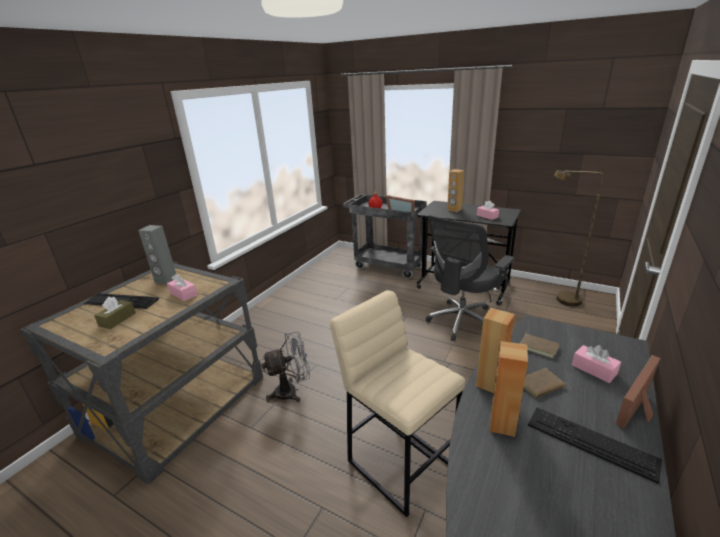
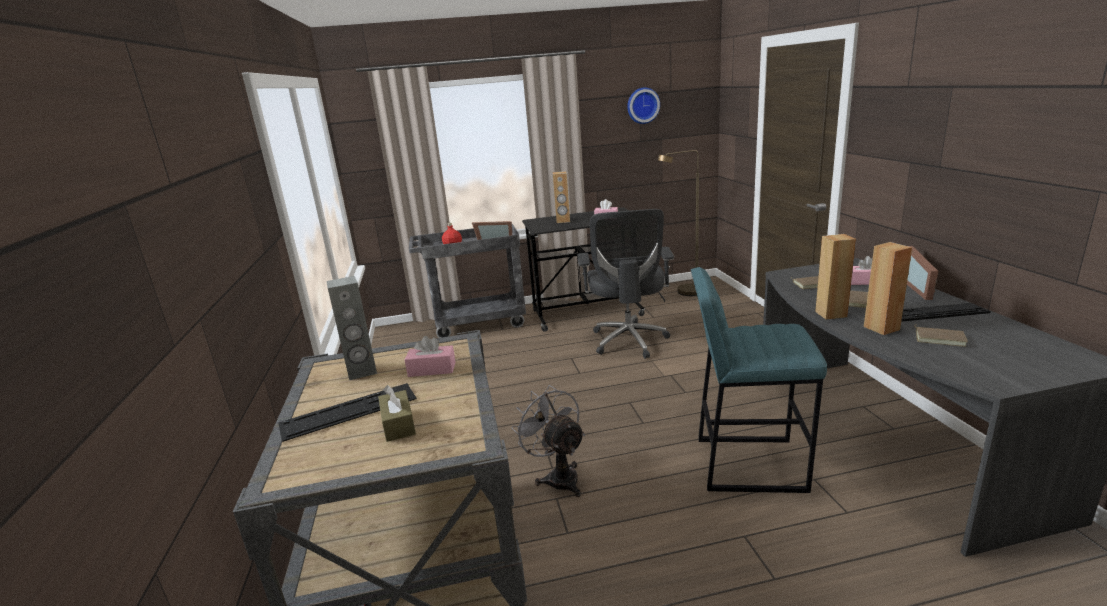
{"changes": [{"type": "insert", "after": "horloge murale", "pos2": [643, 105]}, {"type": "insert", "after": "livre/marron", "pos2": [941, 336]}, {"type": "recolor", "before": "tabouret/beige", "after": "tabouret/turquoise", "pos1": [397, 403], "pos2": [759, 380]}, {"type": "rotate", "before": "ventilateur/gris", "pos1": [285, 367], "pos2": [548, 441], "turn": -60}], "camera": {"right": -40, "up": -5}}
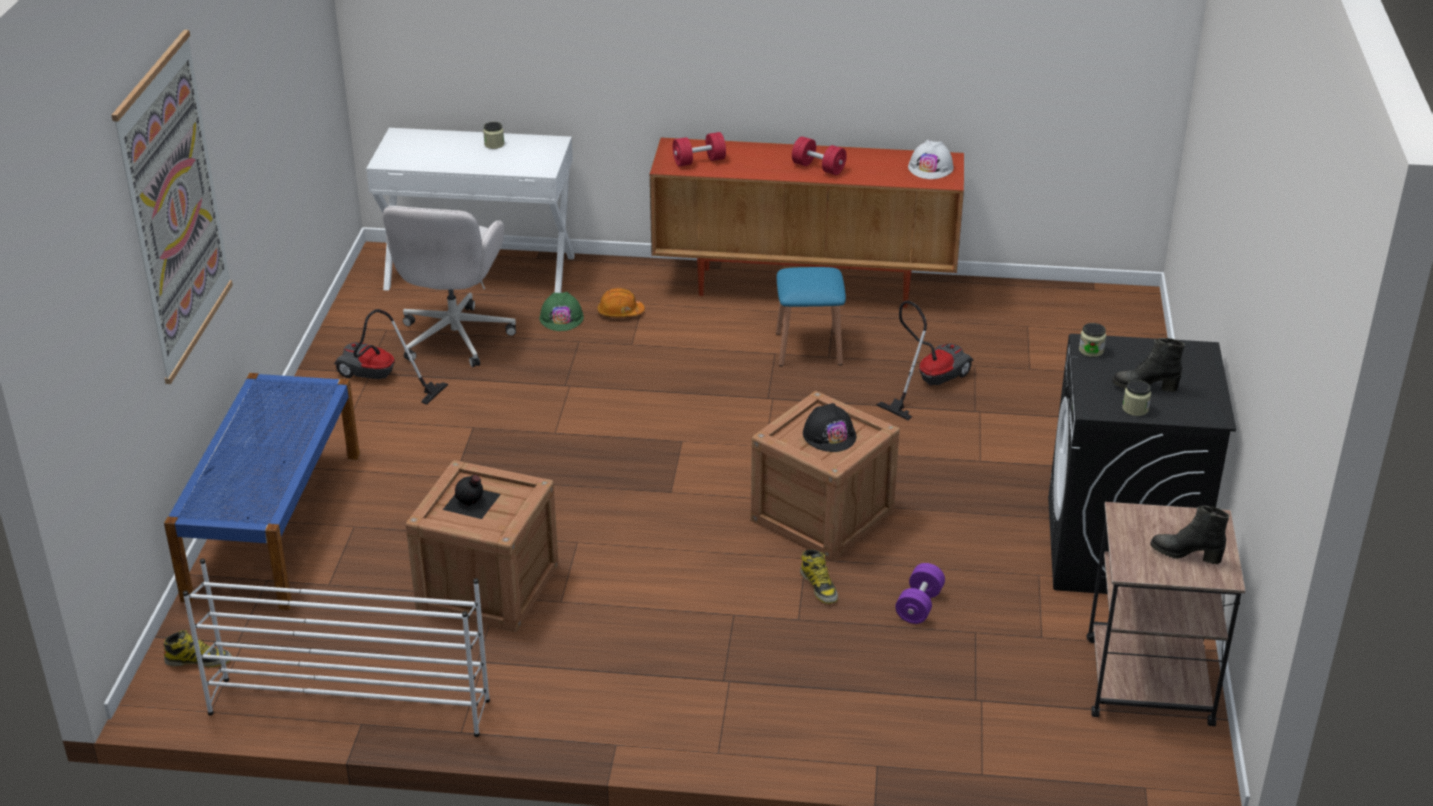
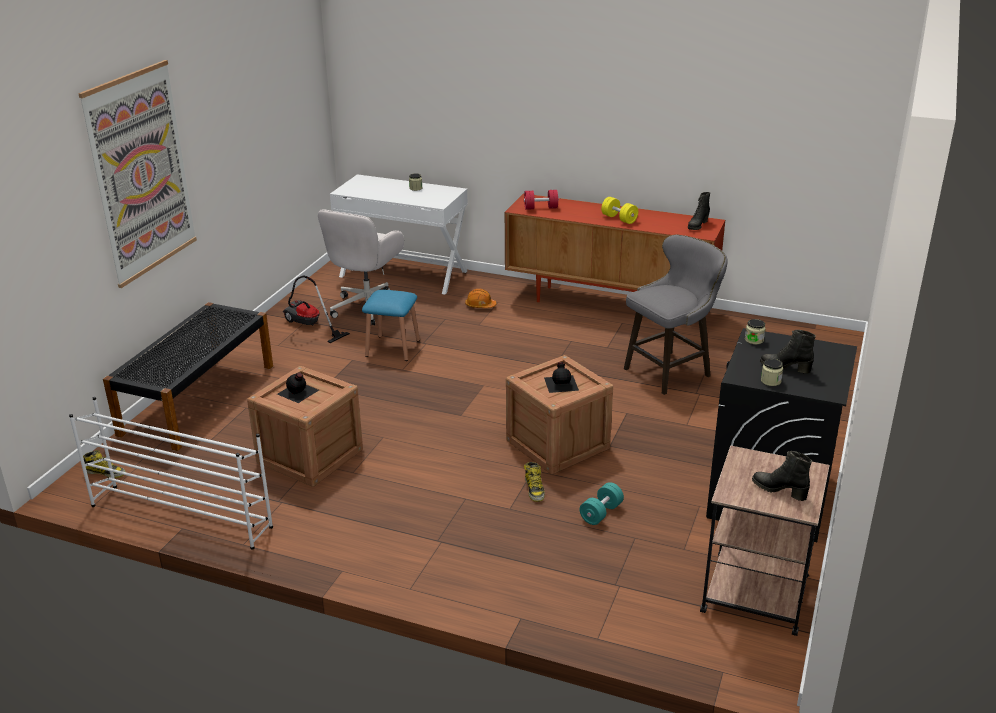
{"changes": [{"type": "delete", "before": "casque de chantier/vert", "pos1": [561, 311]}, {"type": "move", "before": "tabouret/bleu", "pos1": [811, 316], "pos2": [391, 325]}, {"type": "replace", "before": "casque de chantier/noir", "after": "bouteille/noir", "pos1": [829, 427], "pos2": [561, 377]}, {"type": "replace", "before": "aspirateur", "after": "tabouret/gris", "pos1": [924, 360], "pos2": [675, 314]}, {"type": "replace", "before": "casque de chantier/blanc", "after": "botte/noir", "pos1": [931, 159], "pos2": [699, 211]}, {"type": "recolor", "before": "banc/bleu", "after": "banc/noir", "pos1": [262, 491], "pos2": [188, 376]}, {"type": "recolor", "before": "haltère/rouge", "after": "haltère/jaune", "pos1": [819, 156], "pos2": [619, 210]}, {"type": "recolor", "before": "haltère/violet", "after": "haltère/turquoise", "pos1": [920, 593], "pos2": [602, 503]}], "camera": {"right": 15, "up": -5}}
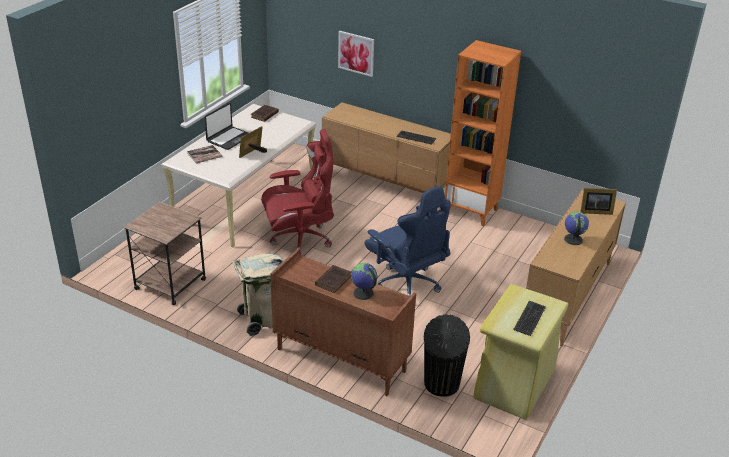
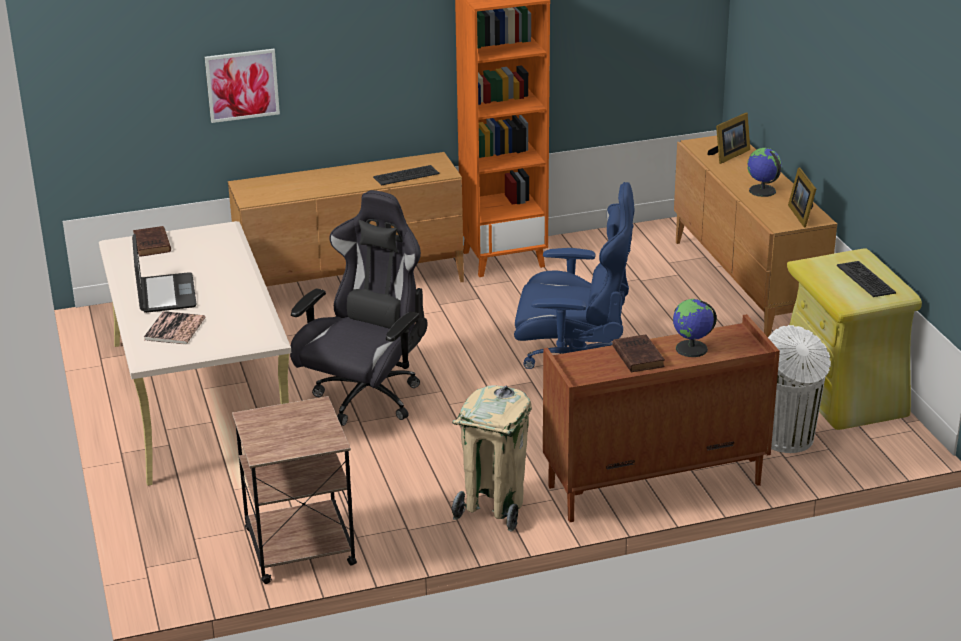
{"changes": [{"type": "move", "before": "cadre photo", "pos1": [253, 142], "pos2": [802, 197]}, {"type": "recolor", "before": "chaise de bureau/rouge", "after": "chaise de bureau/noir", "pos1": [297, 192], "pos2": [358, 308]}, {"type": "recolor", "before": "poubelle/noir", "after": "poubelle/blanc", "pos1": [447, 355], "pos2": [799, 389]}], "camera": {"right": -45, "up": -5}}
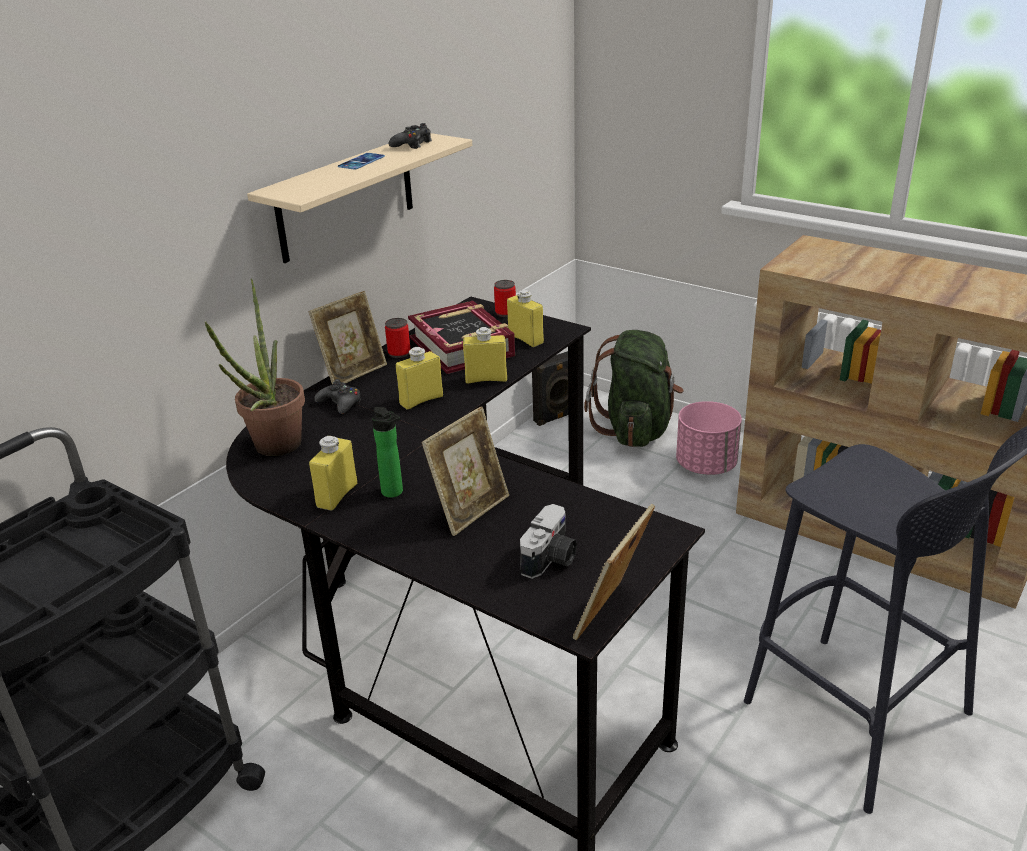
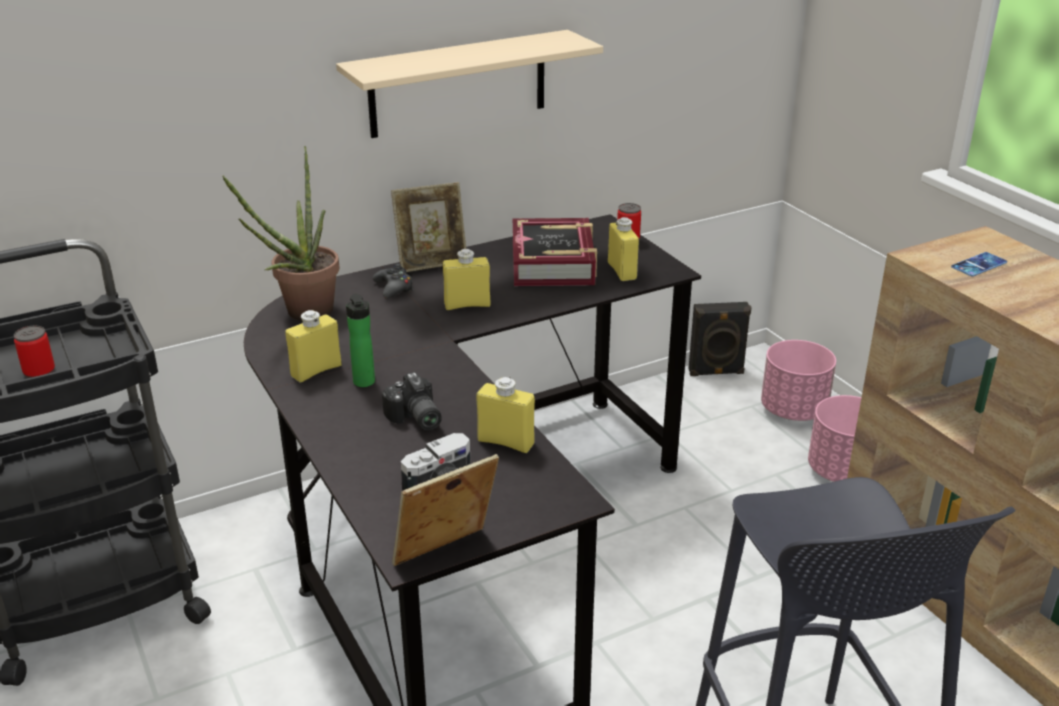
{"changes": [{"type": "delete", "before": "manette/noir", "pos1": [410, 136]}, {"type": "move", "before": "téléphone", "pos1": [361, 161], "pos2": [979, 264]}, {"type": "move", "before": "boîte métallique", "pos1": [397, 338], "pos2": [34, 352]}, {"type": "move", "before": "bouteille/jaune", "pos1": [485, 355], "pos2": [505, 415]}, {"type": "replace", "before": "cadre photo", "after": "appareil photo", "pos1": [465, 471], "pos2": [412, 401]}, {"type": "replace", "before": "sac à dos/vert", "after": "cache-pot/rose", "pos1": [634, 388], "pos2": [798, 380]}], "camera": {"right": 25, "up": 0}}
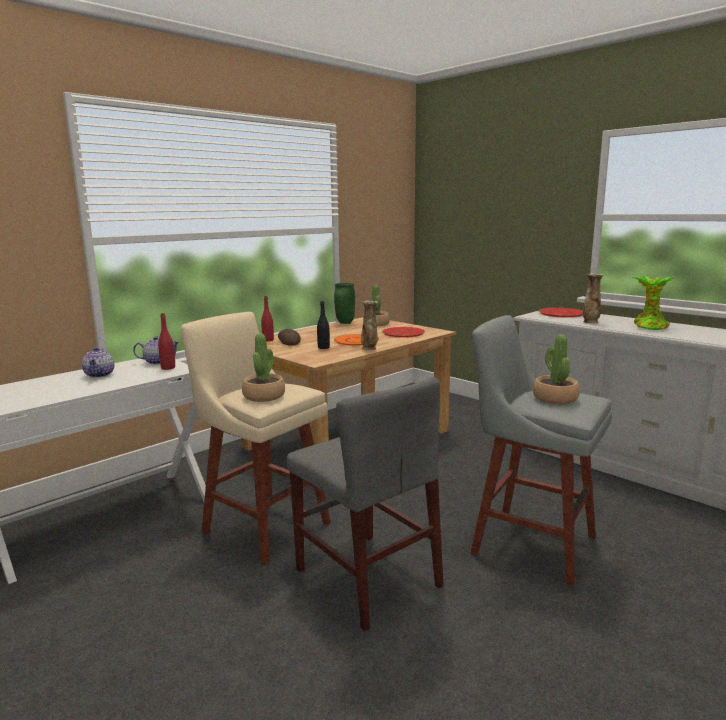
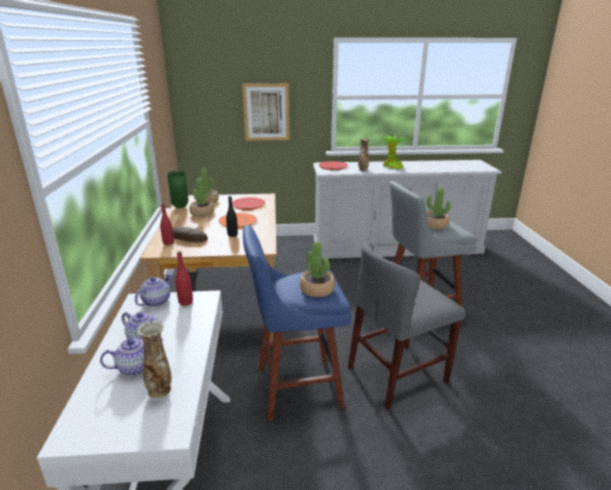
{"changes": [{"type": "insert", "after": "théière", "pos2": [131, 357]}, {"type": "insert", "after": "plante en pot", "pos2": [202, 197]}, {"type": "insert", "after": "tableau", "pos2": [265, 112]}, {"type": "move", "before": "vase", "pos1": [369, 325], "pos2": [154, 359]}, {"type": "recolor", "before": "tabouret/beige", "after": "tabouret/bleu", "pos1": [255, 439], "pos2": [297, 322]}, {"type": "rotate", "before": "chaise/gris", "pos1": [365, 504], "pos2": [406, 326], "turn": 150}], "camera": {"right": -50, "up": 10}}
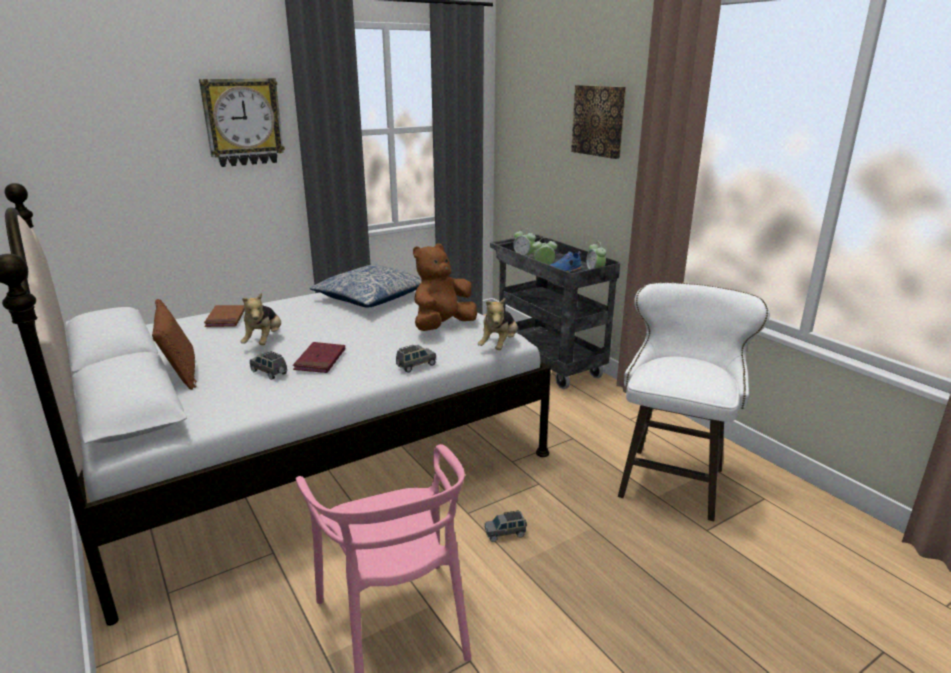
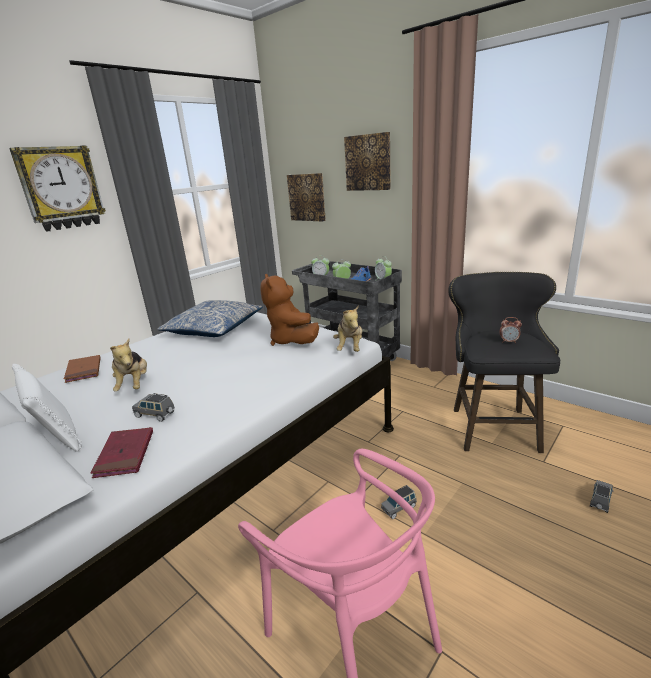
{"changes": [{"type": "insert", "after": "tableau", "pos2": [306, 197]}, {"type": "insert", "after": "réveil", "pos2": [511, 330]}, {"type": "move", "before": "livre/rouge", "pos1": [319, 357], "pos2": [122, 452]}, {"type": "move", "before": "petite voiture/gris", "pos1": [416, 359], "pos2": [602, 496]}, {"type": "recolor", "before": "coussin/marron", "after": "coussin/blanc", "pos1": [174, 344], "pos2": [47, 408]}, {"type": "recolor", "before": "tabouret/blanc", "after": "tabouret/noir", "pos1": [694, 402], "pos2": [504, 362]}, {"type": "rotate", "before": "peluche/marron", "pos1": [445, 287], "pos2": [289, 310], "turn": -45}], "camera": {"right": -15, "up": 0}}
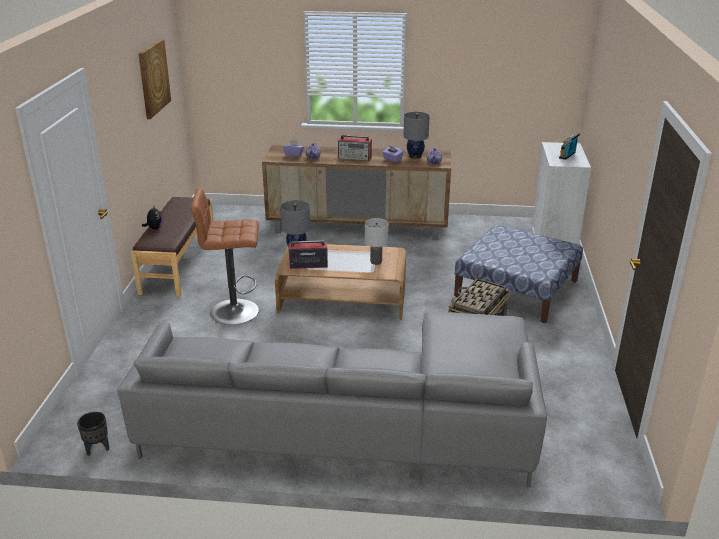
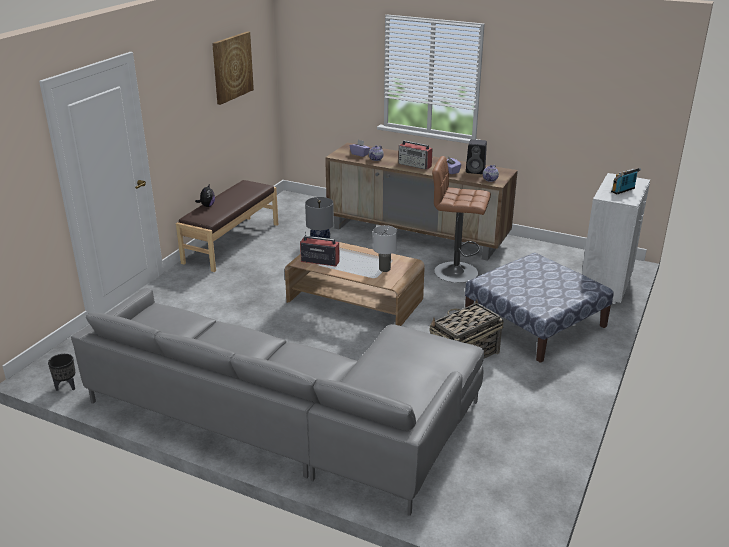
{"changes": [{"type": "move", "before": "tabouret/marron", "pos1": [225, 256], "pos2": [461, 219]}, {"type": "replace", "before": "lampe de table/gris", "after": "enceinte/noir", "pos1": [417, 135], "pos2": [476, 156]}], "camera": {"right": 20, "up": 0}}
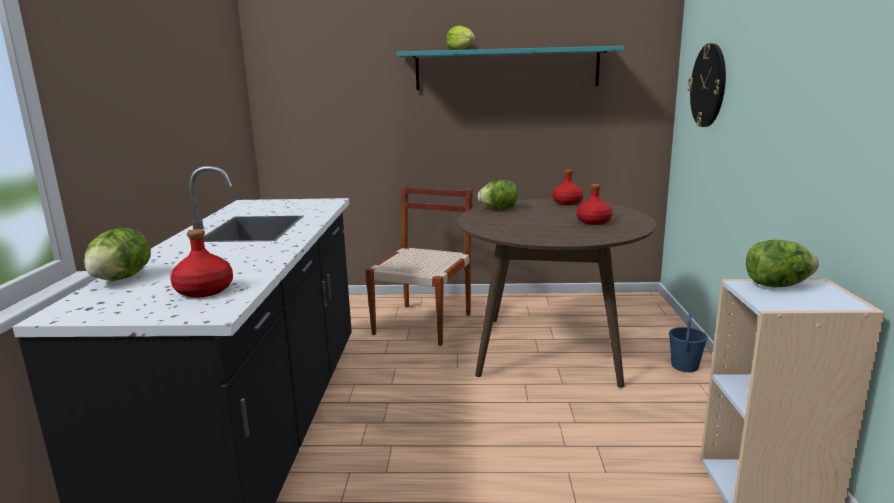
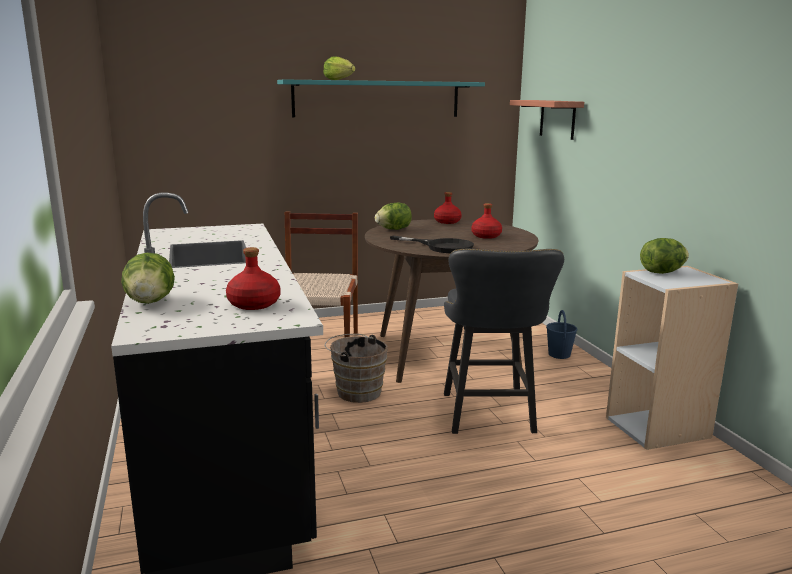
{"changes": [{"type": "insert", "after": "seau/marron", "pos2": [356, 368]}, {"type": "insert", "after": "poêle/noir", "pos2": [432, 244]}, {"type": "insert", "after": "tabouret/gris", "pos2": [504, 341]}, {"type": "replace", "before": "horloge murale", "after": "étagère", "pos1": [707, 85], "pos2": [547, 120]}], "camera": {"right": -20, "up": 0}}
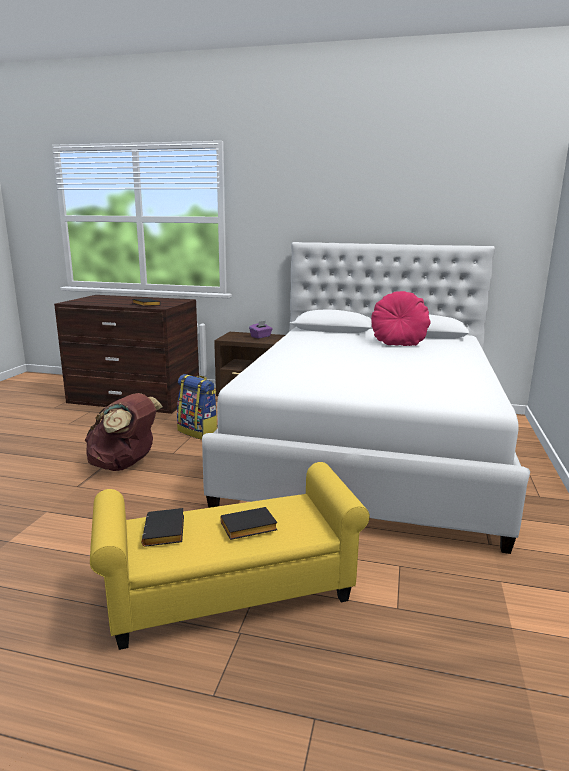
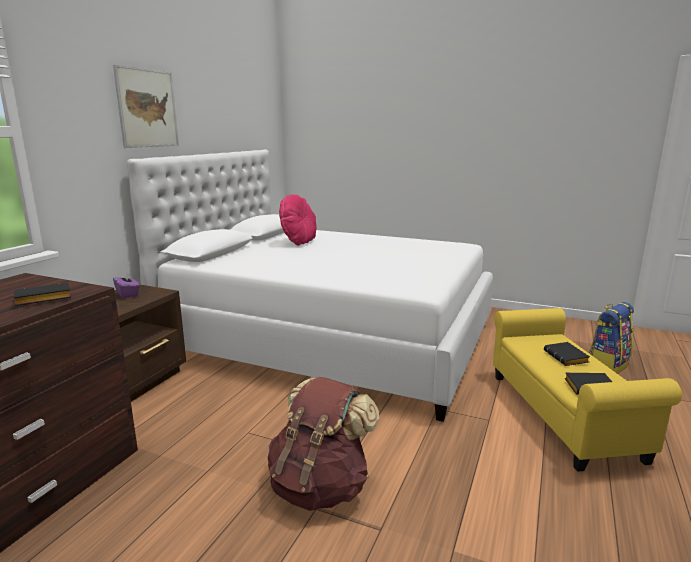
{"changes": [{"type": "insert", "after": "tableau", "pos2": [146, 106]}, {"type": "move", "before": "sac à dos", "pos1": [197, 407], "pos2": [611, 338]}], "camera": {"right": -80, "up": 0}}
